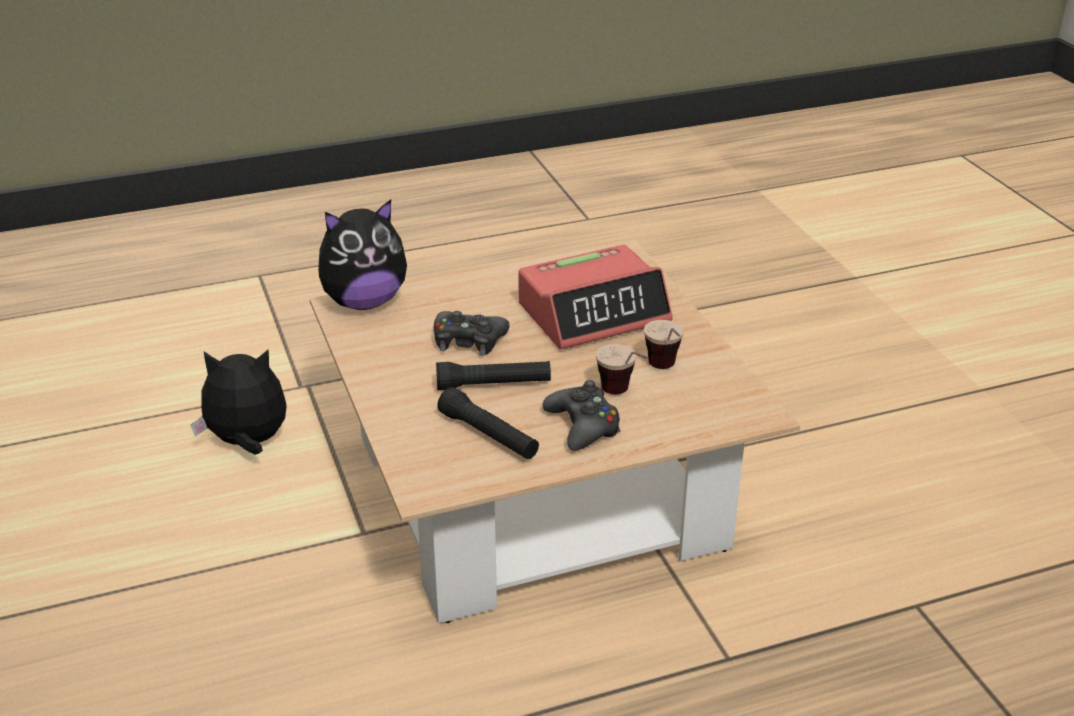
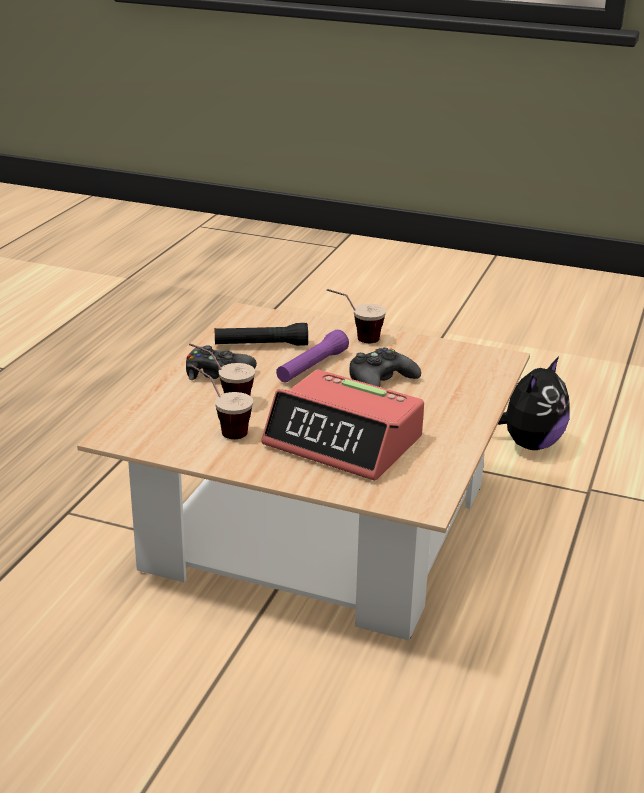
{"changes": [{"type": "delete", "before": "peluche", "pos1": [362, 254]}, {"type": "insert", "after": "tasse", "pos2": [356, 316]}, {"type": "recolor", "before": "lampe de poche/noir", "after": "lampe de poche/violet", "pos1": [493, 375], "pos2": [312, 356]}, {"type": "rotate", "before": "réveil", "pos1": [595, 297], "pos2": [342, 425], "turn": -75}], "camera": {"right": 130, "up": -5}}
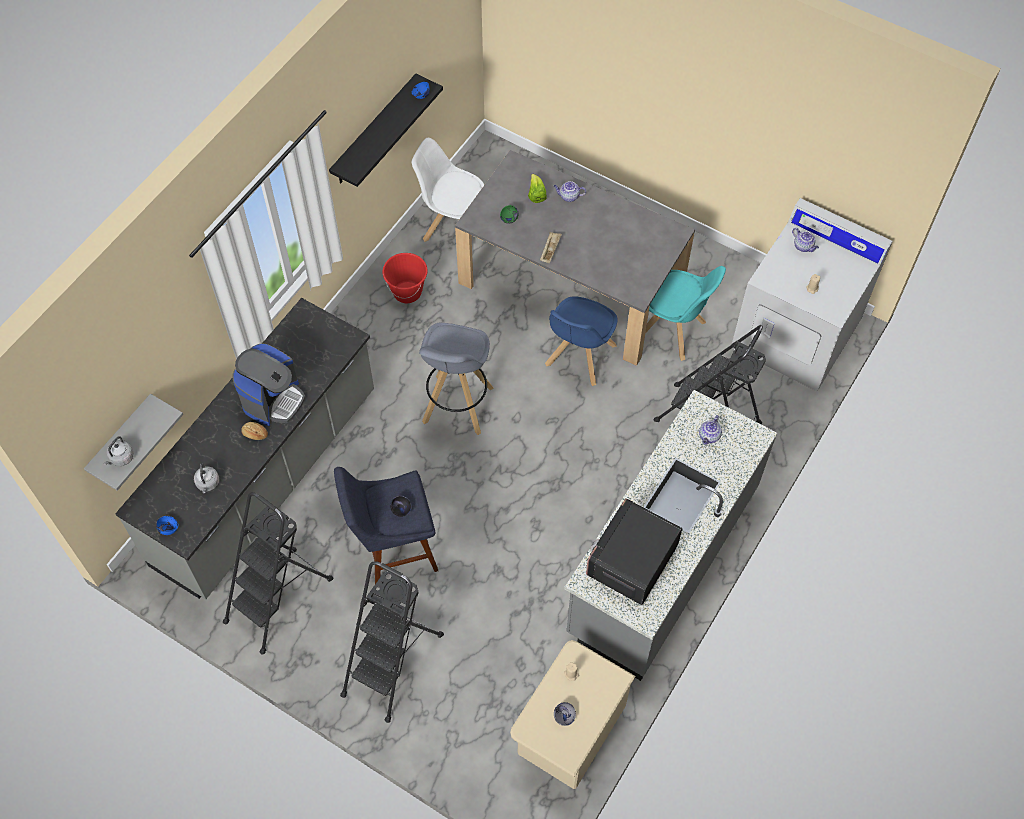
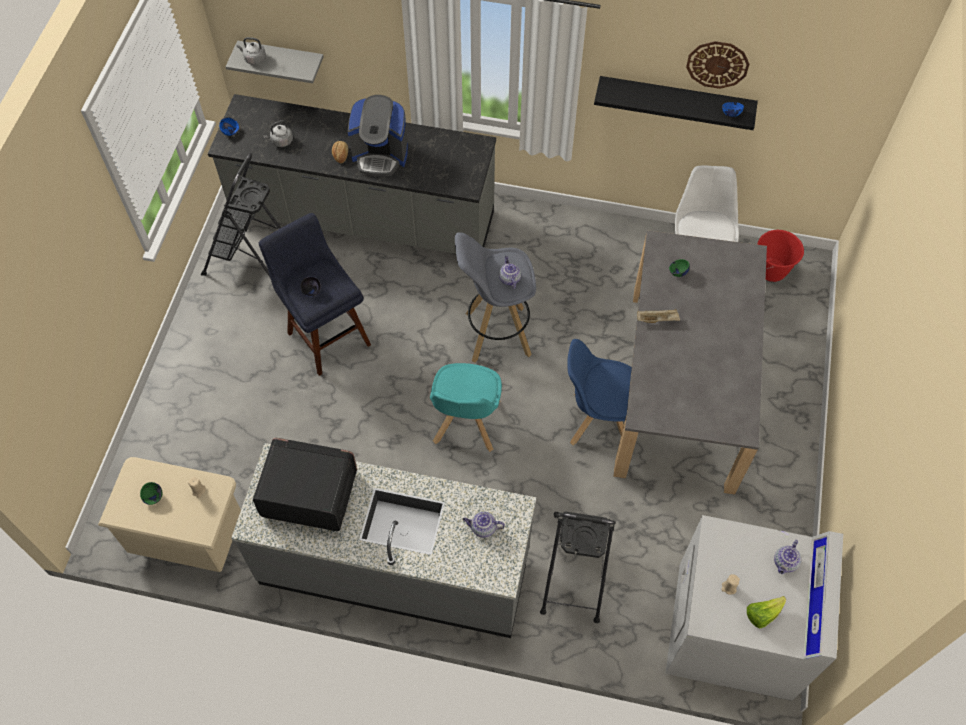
{"changes": [{"type": "delete", "before": "escabeau", "pos1": [392, 642]}, {"type": "insert", "after": "horloge murale", "pos2": [717, 65]}, {"type": "move", "before": "seau/rouge", "pos1": [405, 278], "pos2": [780, 256]}, {"type": "move", "before": "laitue", "pos1": [537, 188], "pos2": [766, 612]}, {"type": "move", "before": "théière", "pos1": [570, 191], "pos2": [510, 272]}, {"type": "move", "before": "chaise/turquoise", "pos1": [686, 313], "pos2": [466, 407]}, {"type": "recolor", "before": "bol/gris", "after": "bol/vert", "pos1": [565, 714], "pos2": [151, 493]}], "camera": {"right": 70, "up": 0}}
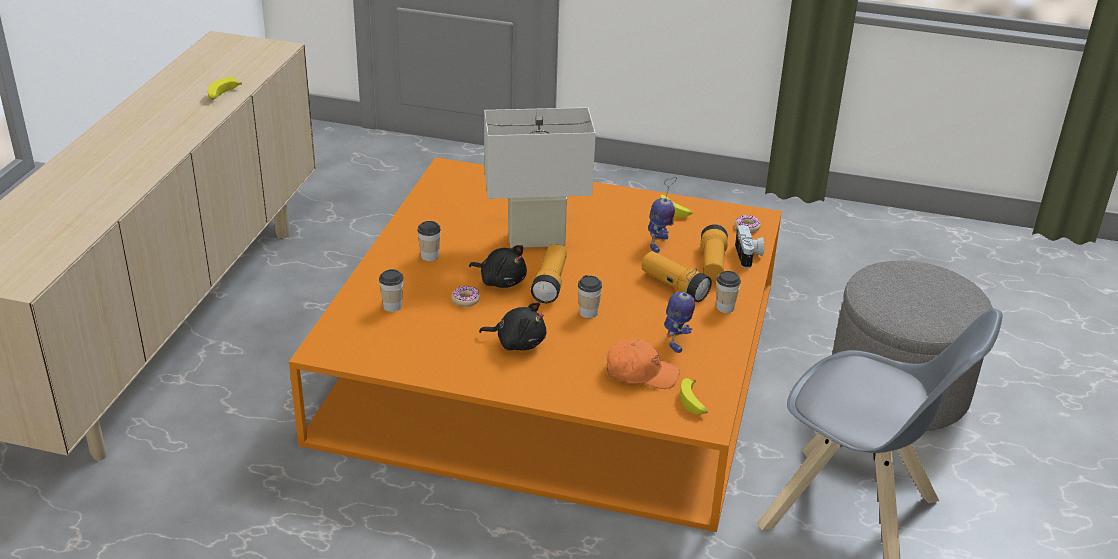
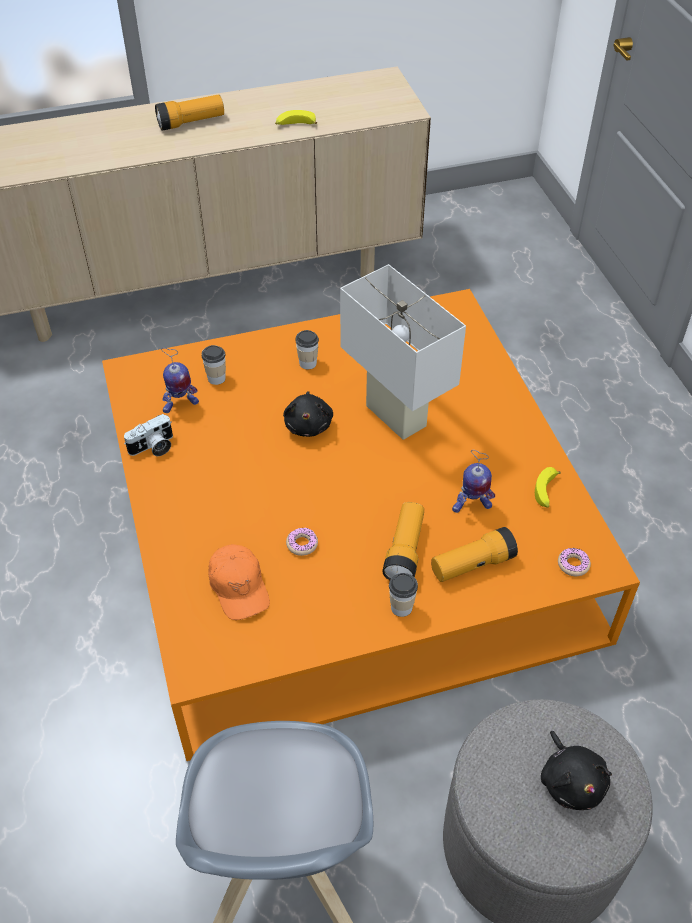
{"changes": [{"type": "delete", "before": "tasse", "pos1": [590, 296]}, {"type": "delete", "before": "banane", "pos1": [694, 396]}, {"type": "move", "before": "beignet", "pos1": [466, 296], "pos2": [302, 541]}, {"type": "move", "before": "peluche/noir", "pos1": [512, 326], "pos2": [576, 770]}, {"type": "move", "before": "lampe de poche", "pos1": [549, 273], "pos2": [189, 113]}, {"type": "move", "before": "robot jouet", "pos1": [680, 310], "pos2": [180, 380]}, {"type": "move", "before": "appareil photo", "pos1": [749, 246], "pos2": [148, 435]}], "camera": {"right": 60, "up": 15}}
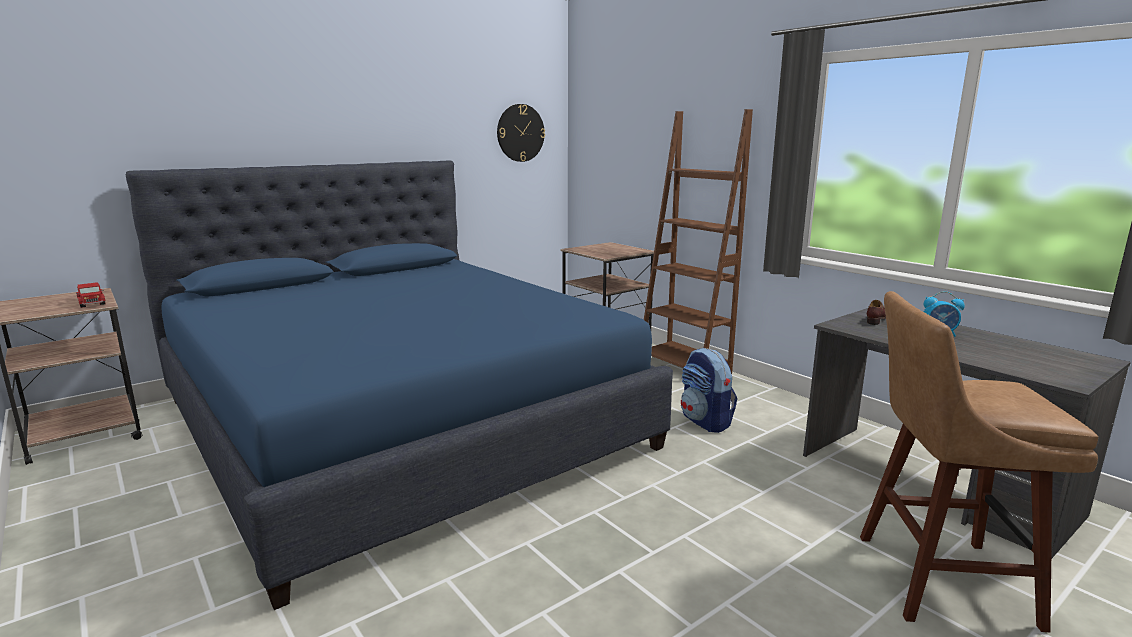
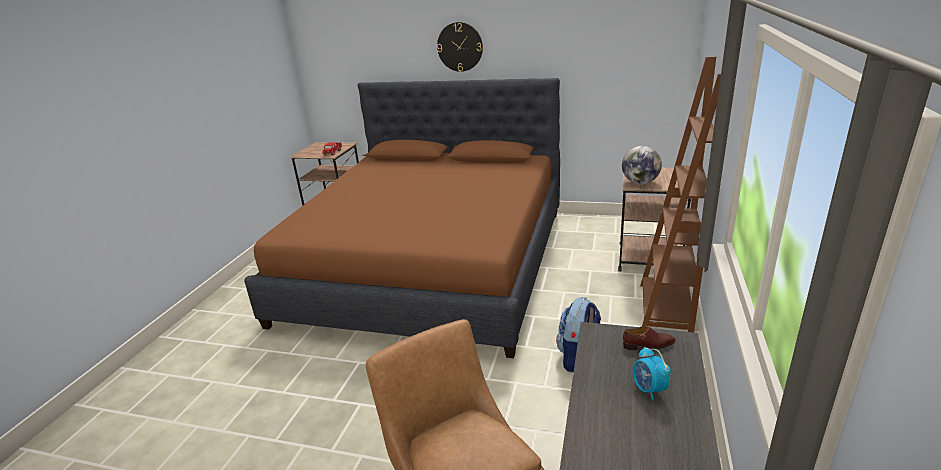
{"changes": [{"type": "insert", "after": "globe", "pos2": [642, 165]}, {"type": "move", "before": "horloge murale", "pos1": [521, 133], "pos2": [460, 47]}, {"type": "recolor", "before": "lit/bleu", "after": "lit/marron", "pos1": [399, 385], "pos2": [402, 218]}], "camera": {"right": 55, "up": 10}}
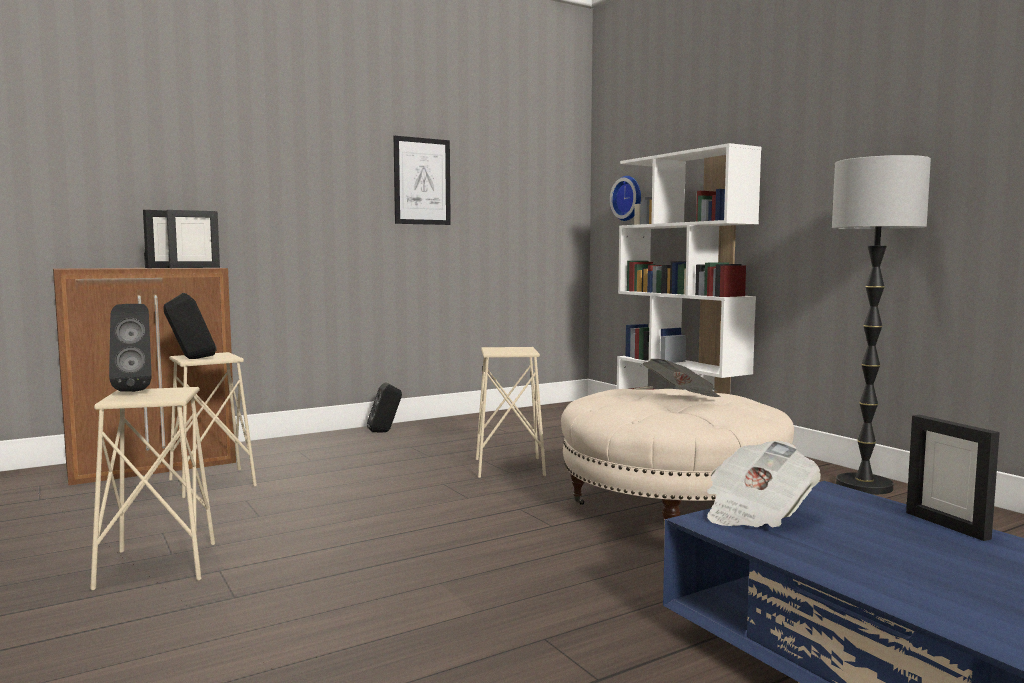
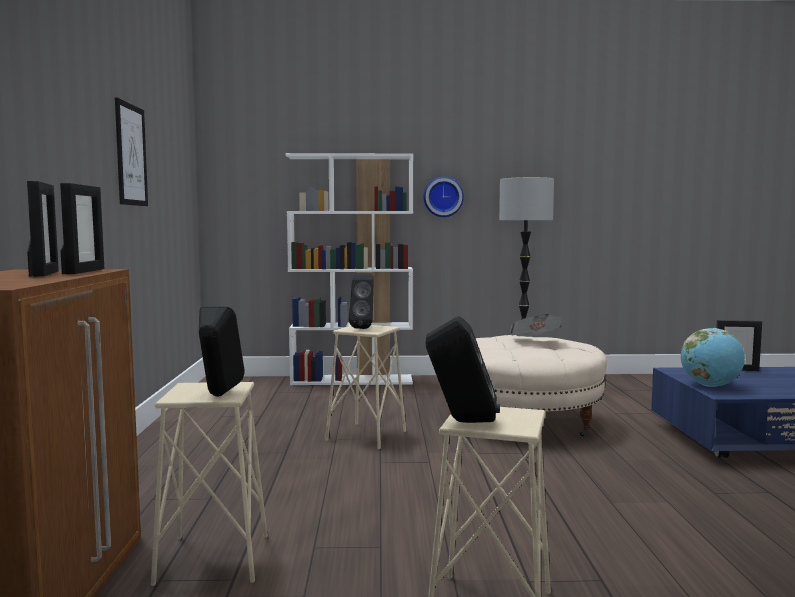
{"changes": [{"type": "move", "before": "enceinte/noir", "pos1": [384, 407], "pos2": [361, 301]}, {"type": "move", "before": "horloge murale", "pos1": [625, 198], "pos2": [444, 196]}, {"type": "replace", "before": "journal", "after": "globe", "pos1": [764, 484], "pos2": [713, 357]}], "camera": {"right": -60, "up": 0}}
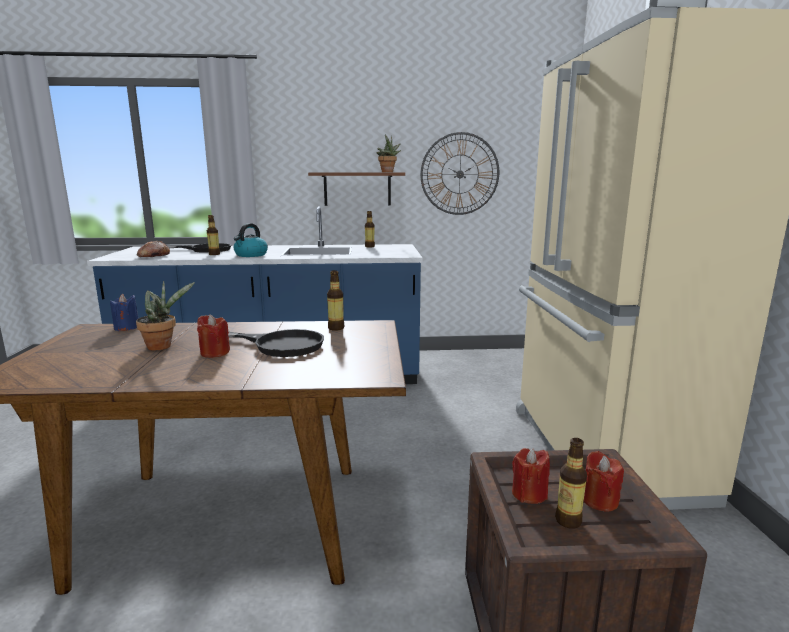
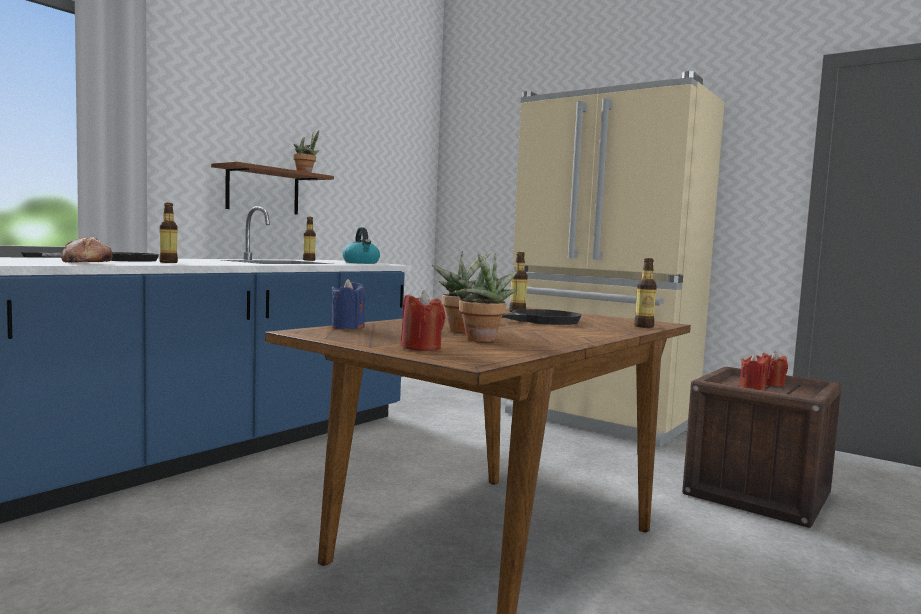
{"changes": [{"type": "delete", "before": "horloge murale", "pos1": [459, 173]}, {"type": "insert", "after": "plante en pot", "pos2": [486, 297]}, {"type": "move", "before": "bougie/rouge", "pos1": [213, 336], "pos2": [423, 320]}, {"type": "move", "before": "bouilloire", "pos1": [251, 240], "pos2": [361, 245]}, {"type": "move", "before": "bouteille", "pos1": [571, 483], "pos2": [645, 293]}], "camera": {"right": -50, "up": -10}}
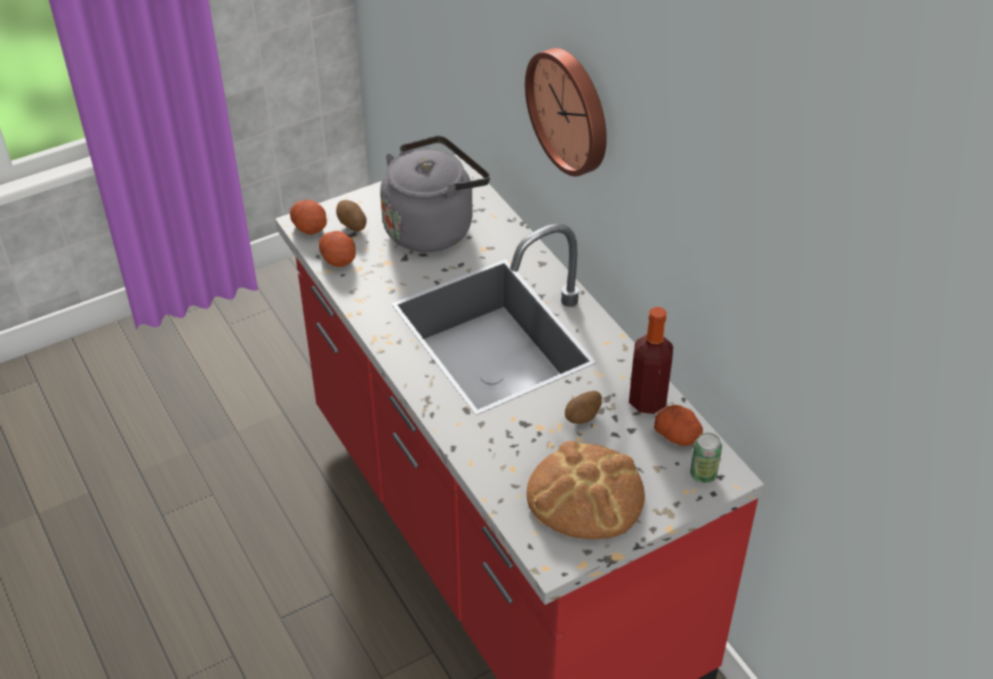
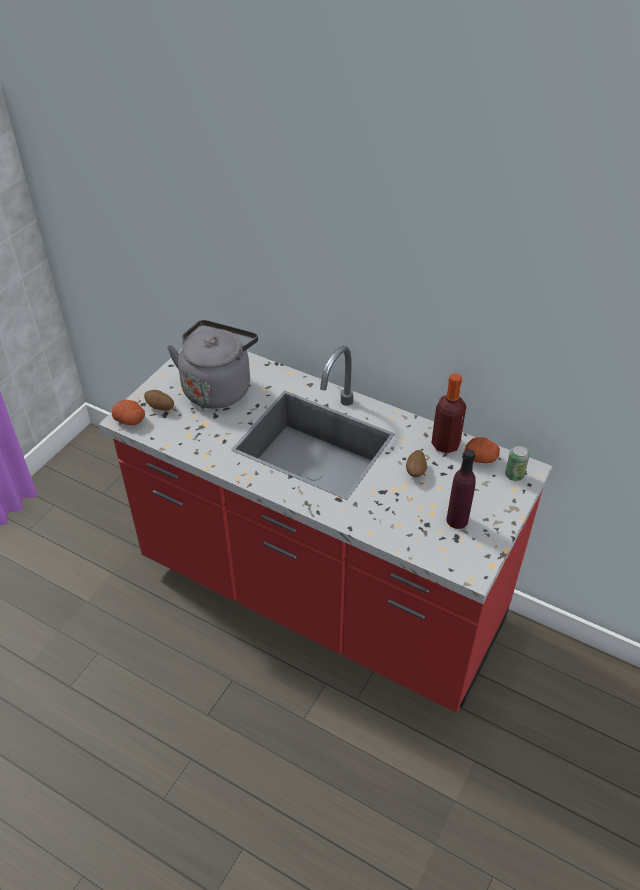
{"changes": [{"type": "delete", "before": "pomme de terre", "pos1": [337, 249]}, {"type": "delete", "before": "horloge murale", "pos1": [566, 112]}, {"type": "replace", "before": "pain", "after": "bouteille/violet", "pos1": [585, 490], "pos2": [461, 489]}], "camera": {"right": -30, "up": 0}}
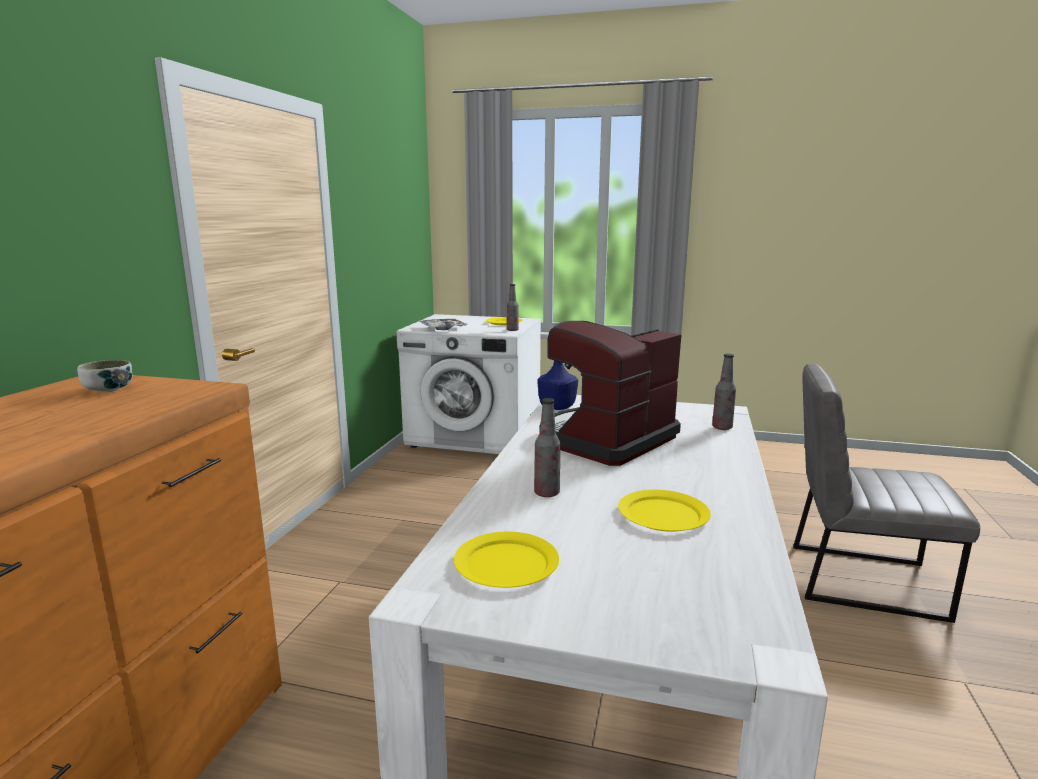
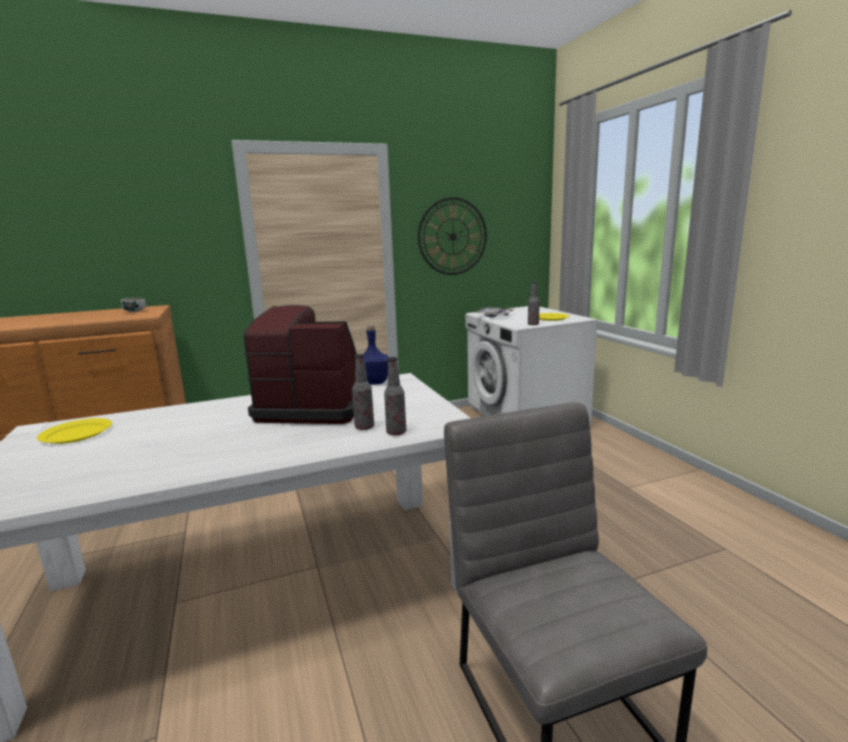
{"changes": [{"type": "delete", "before": "assiette/jaune", "pos1": [664, 511]}, {"type": "insert", "after": "horloge murale", "pos2": [452, 236]}, {"type": "move", "before": "bouteille", "pos1": [547, 447], "pos2": [363, 392]}], "camera": {"right": 55, "up": 0}}
